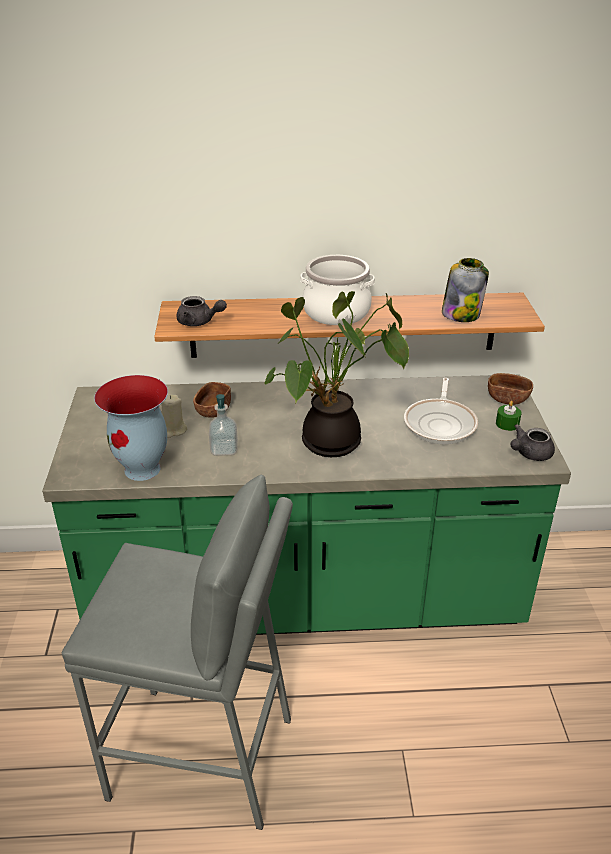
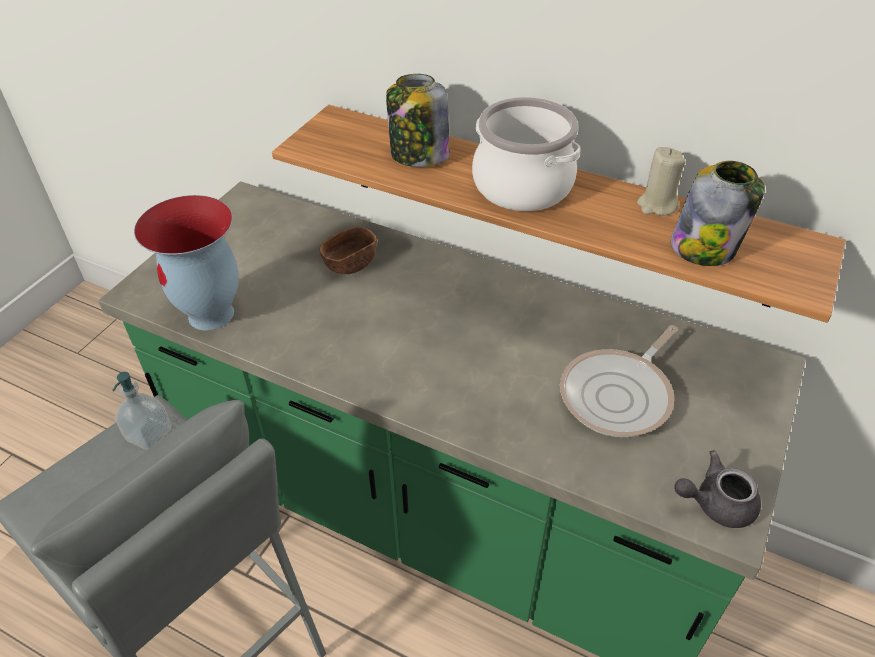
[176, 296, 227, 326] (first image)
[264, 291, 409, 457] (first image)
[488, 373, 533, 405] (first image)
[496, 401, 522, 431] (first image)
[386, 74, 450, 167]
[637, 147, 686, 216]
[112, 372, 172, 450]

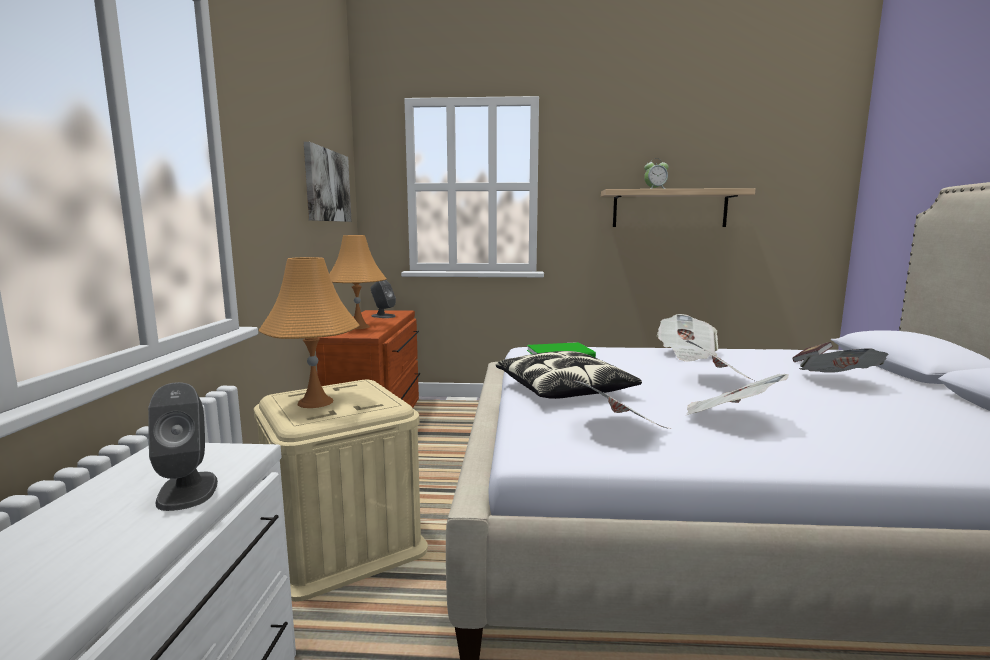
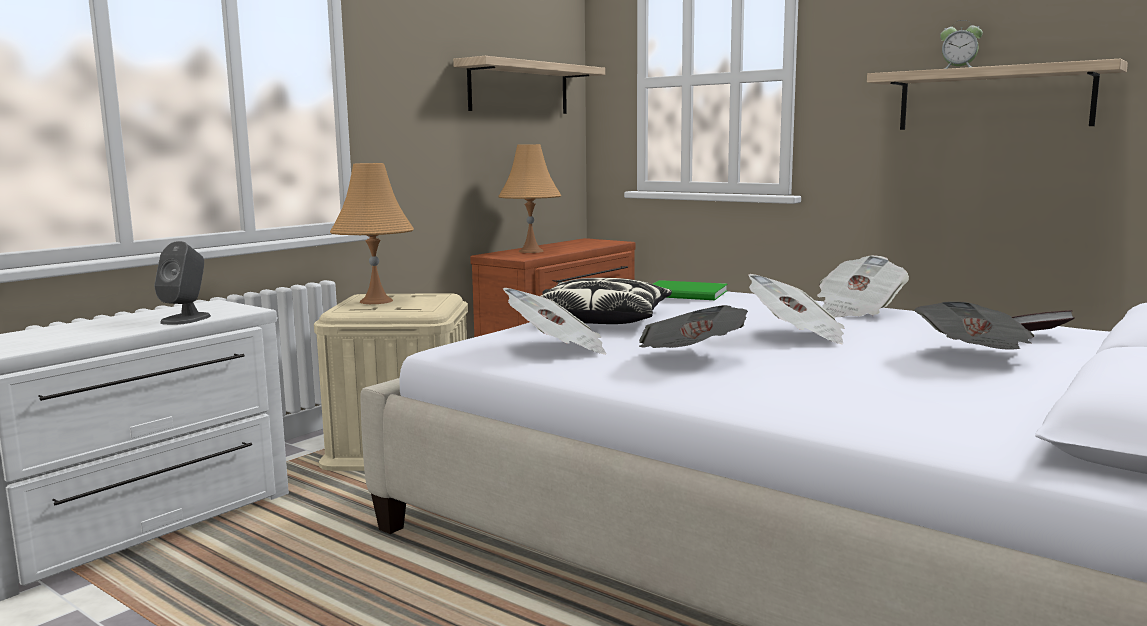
[370, 280, 396, 318] (first image)
[453, 56, 605, 114]

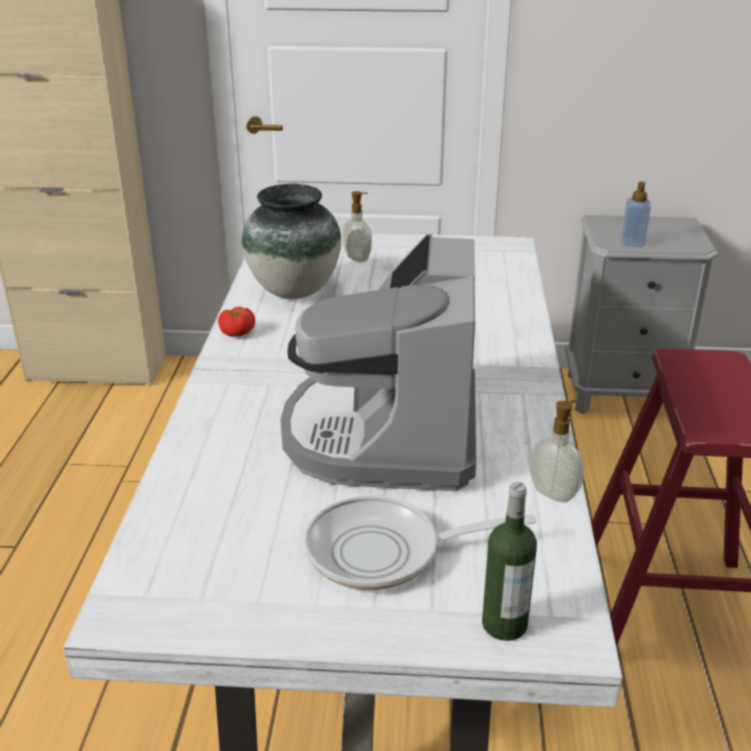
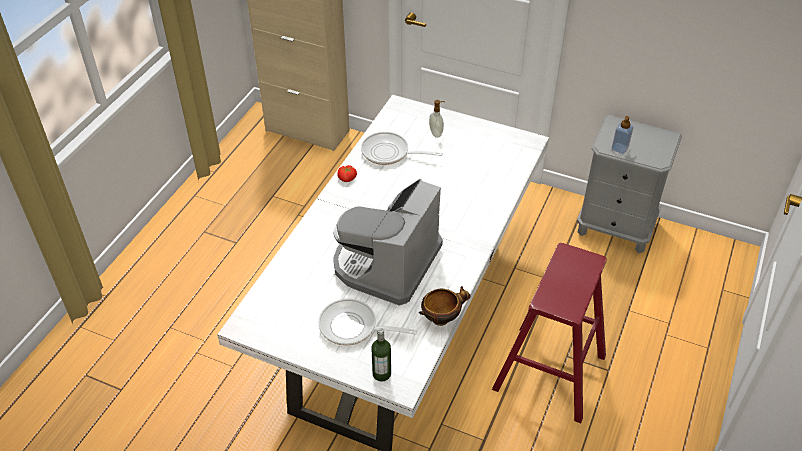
[361, 132, 443, 165]
[419, 286, 471, 326]

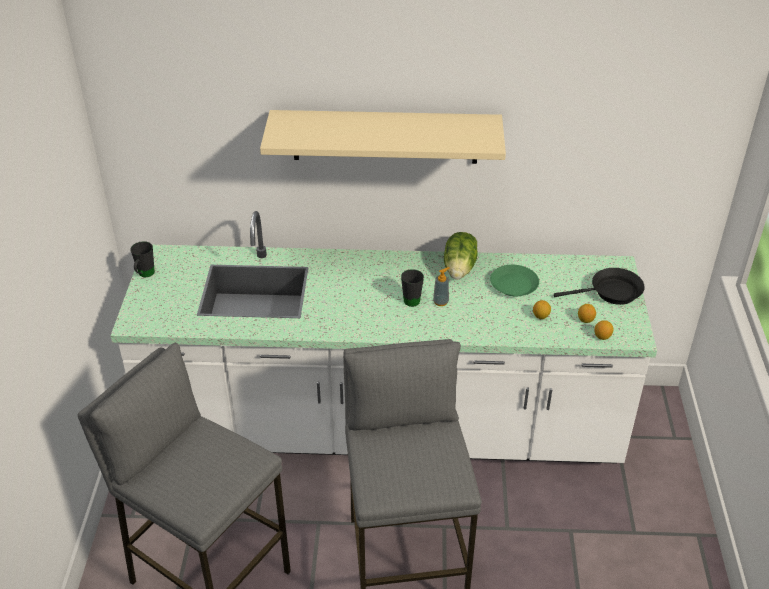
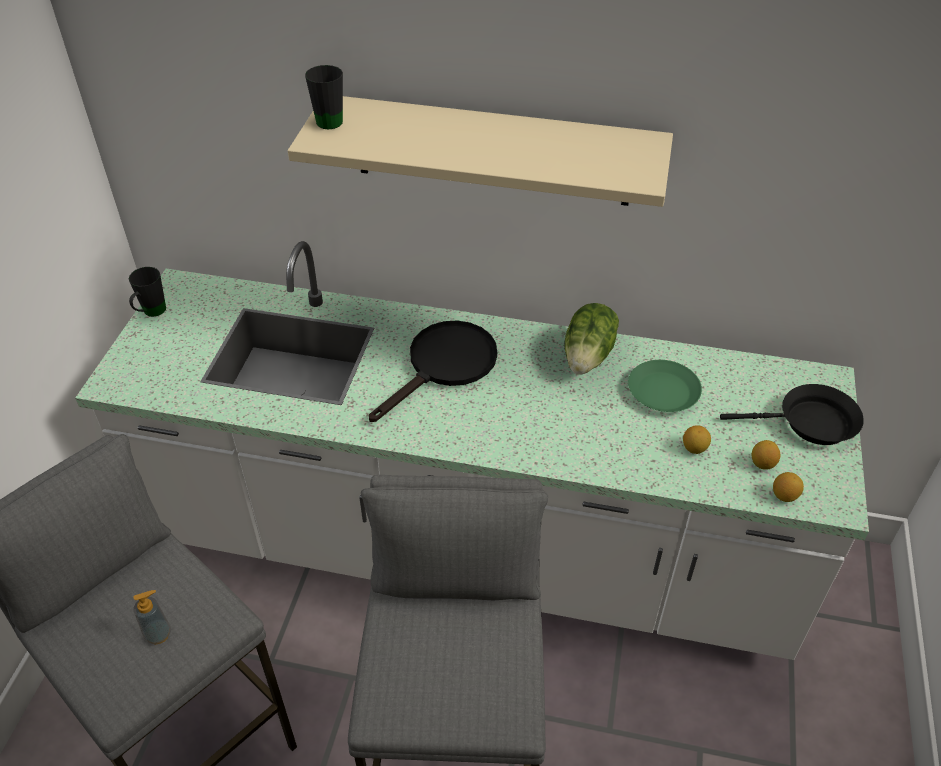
[369, 321, 497, 422]
[305, 65, 343, 129]
[133, 590, 171, 645]

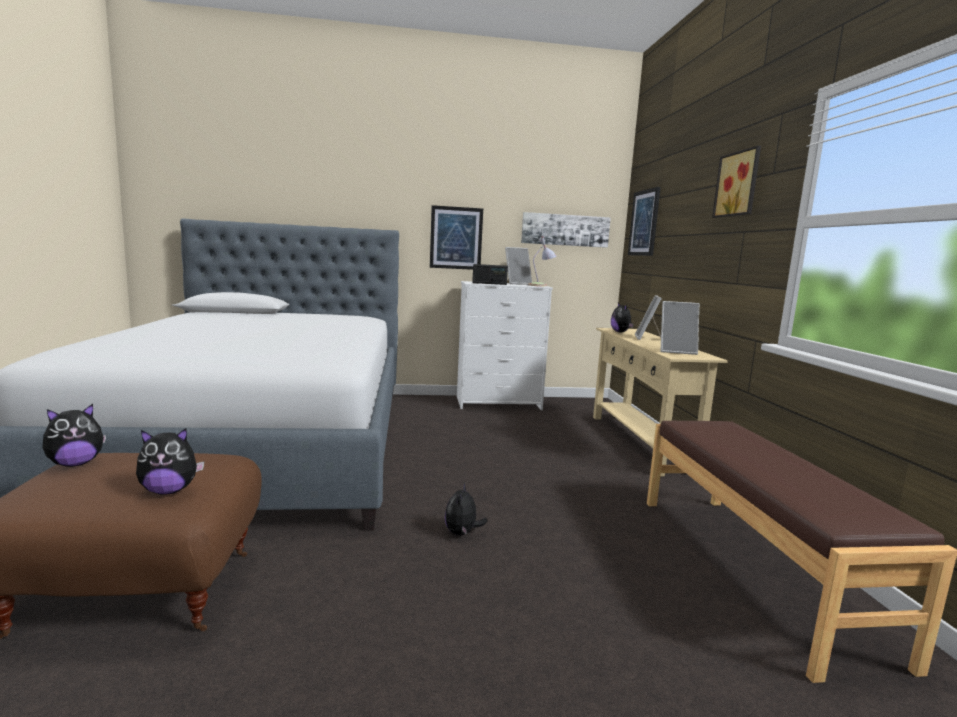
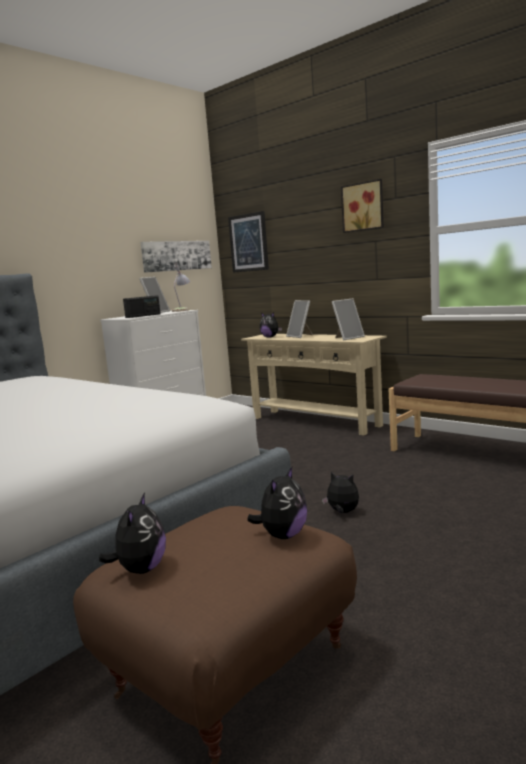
[430, 205, 483, 270] (first image)
[322, 472, 359, 513]

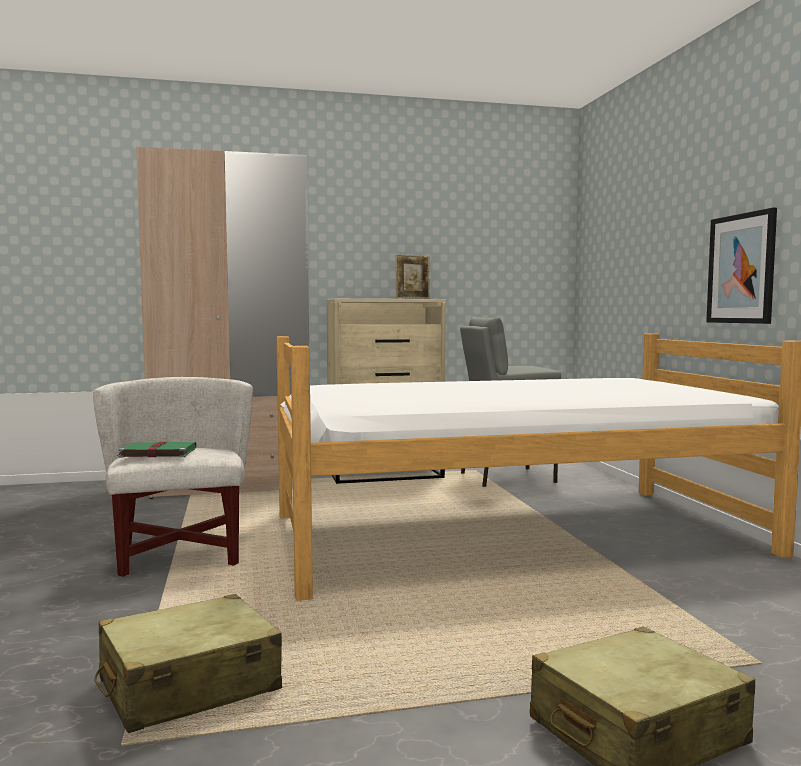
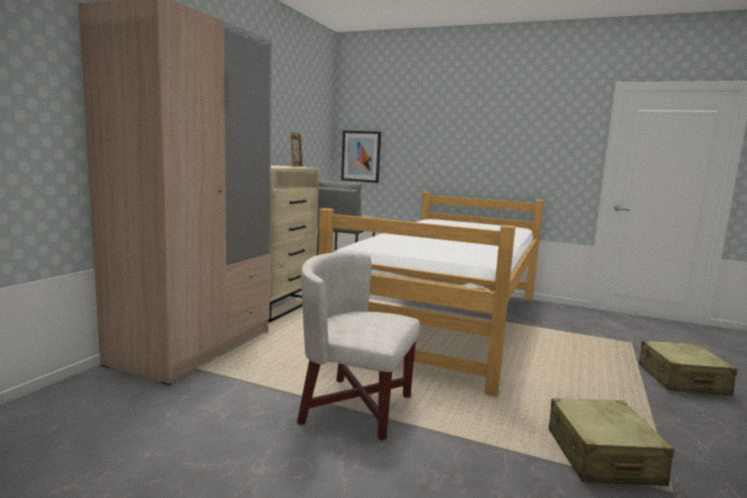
[116, 442, 196, 458] (first image)
[341, 131, 381, 183]

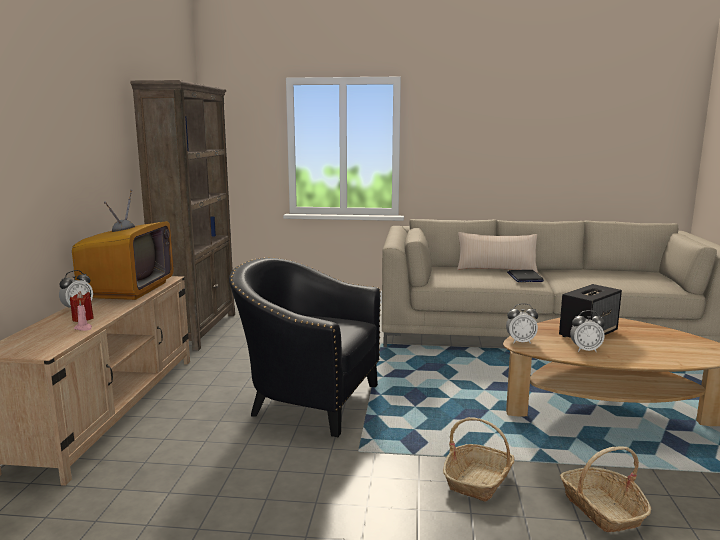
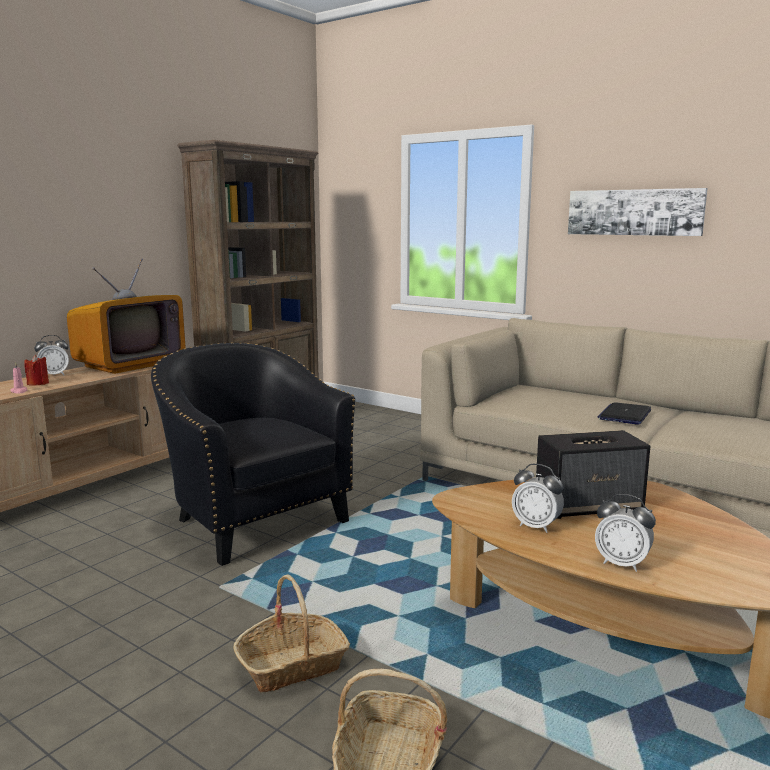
[457, 232, 538, 273] (first image)
[568, 188, 708, 236]
[595, 494, 656, 572]

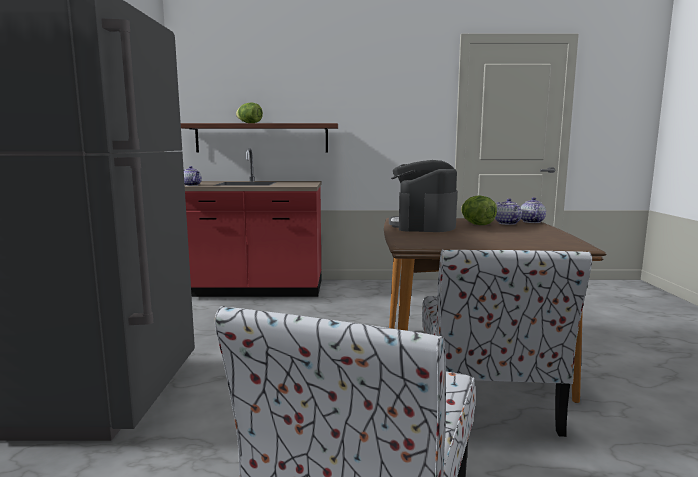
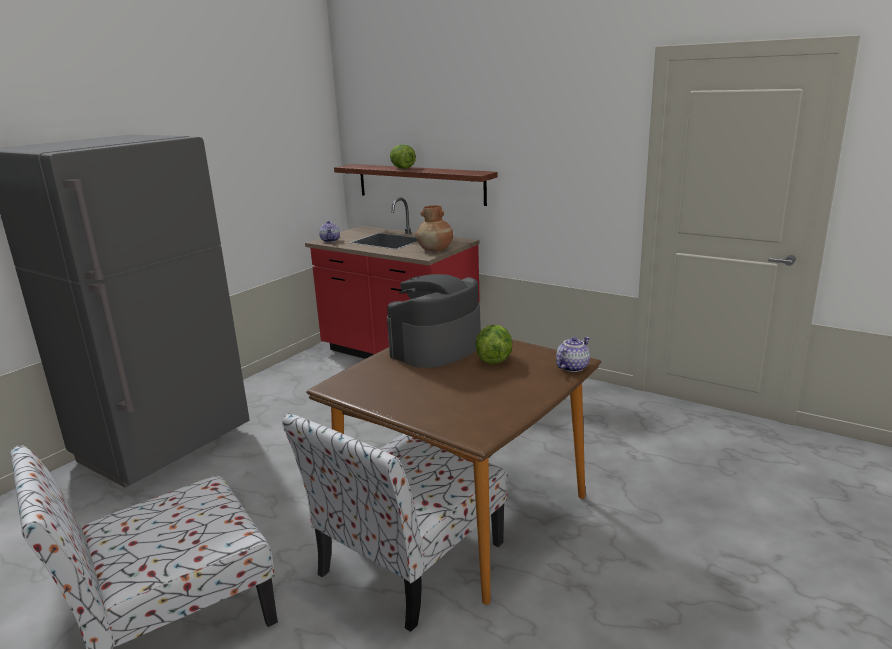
[495, 198, 522, 225] (first image)
[416, 205, 453, 251]

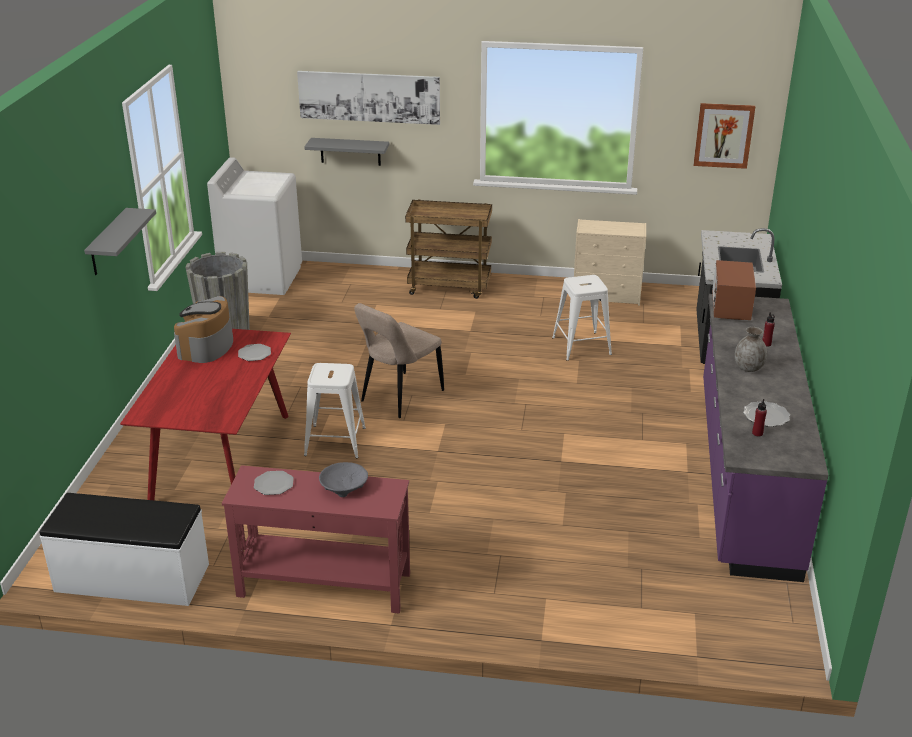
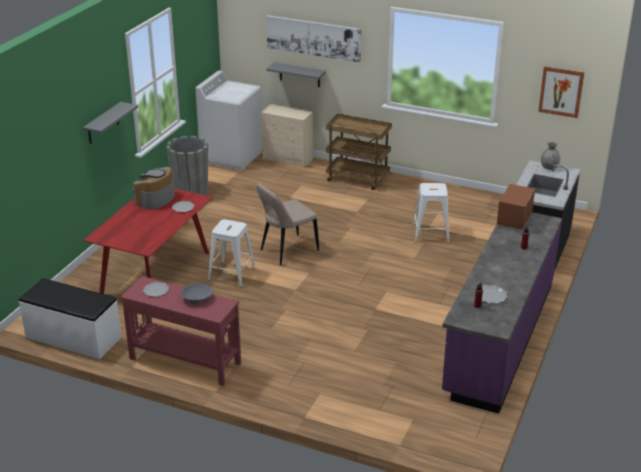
[261, 104, 313, 168]
[541, 142, 560, 170]

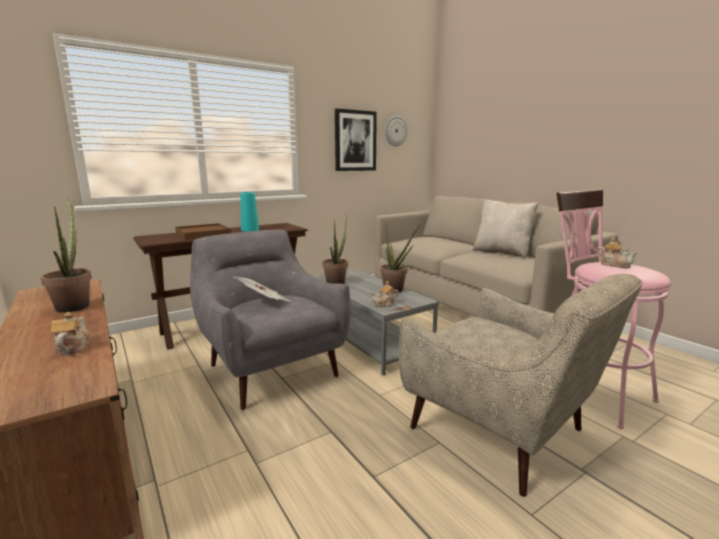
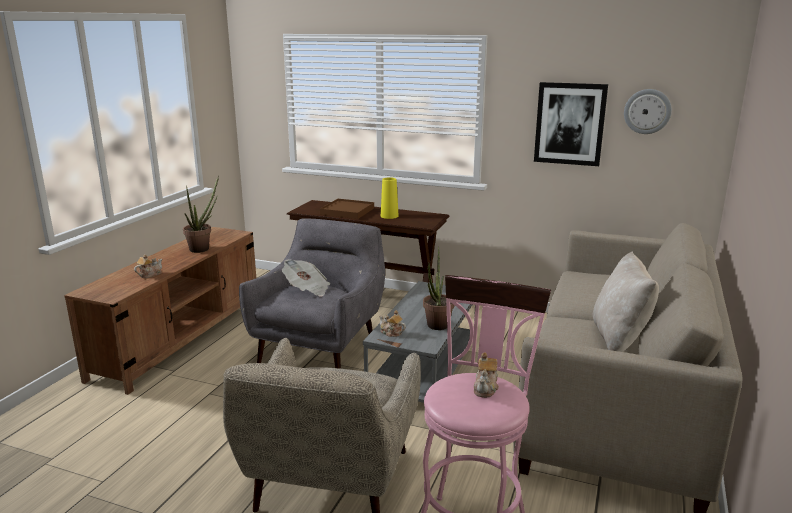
[322, 214, 348, 284] (first image)
[381, 177, 399, 219]

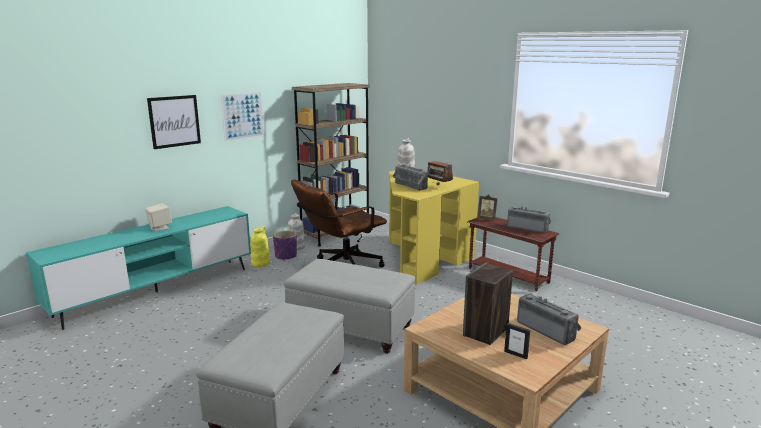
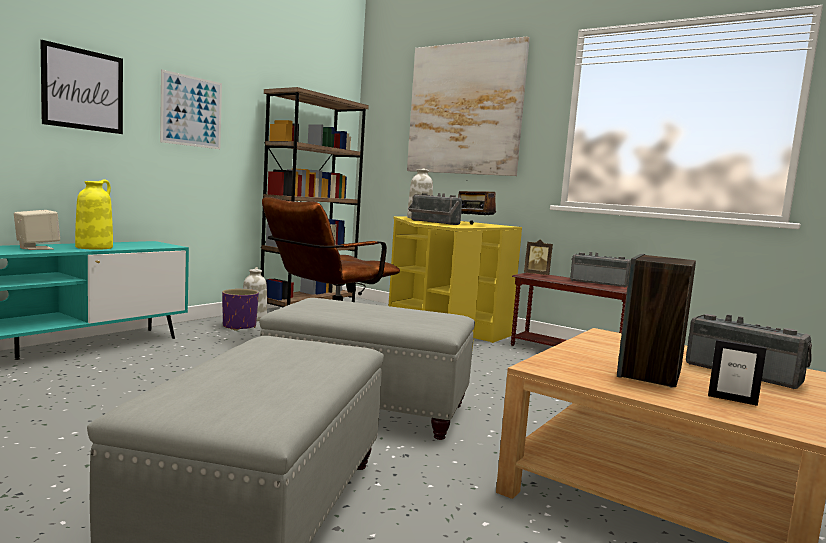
[407, 36, 530, 176]
[75, 179, 113, 250]

